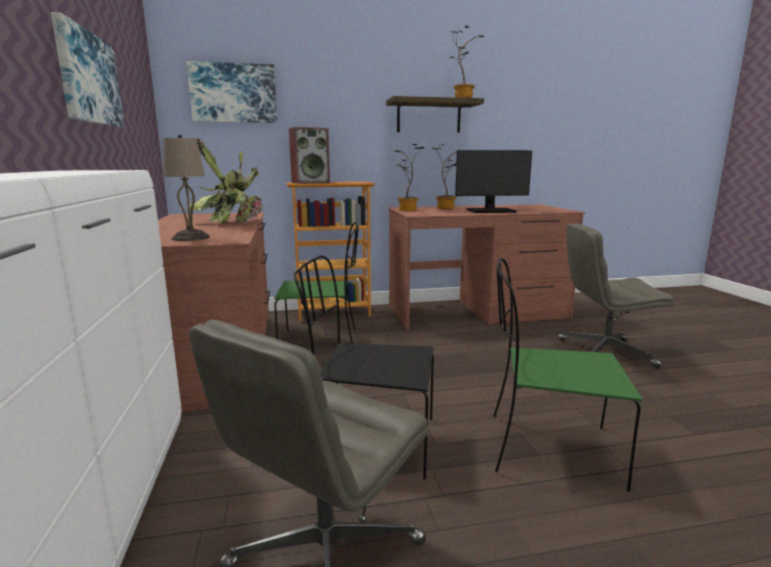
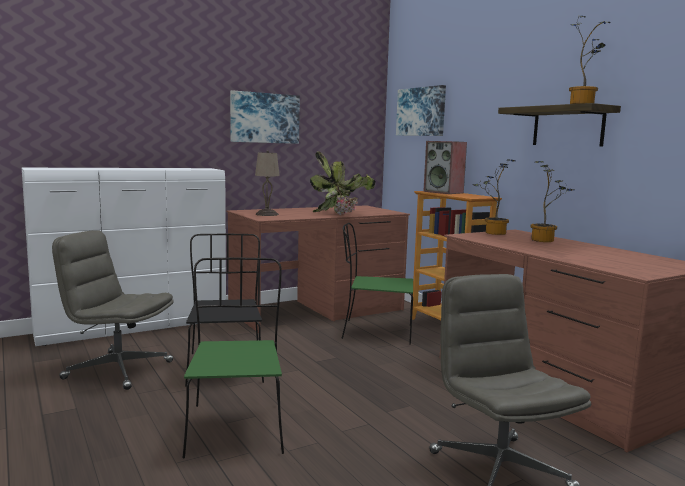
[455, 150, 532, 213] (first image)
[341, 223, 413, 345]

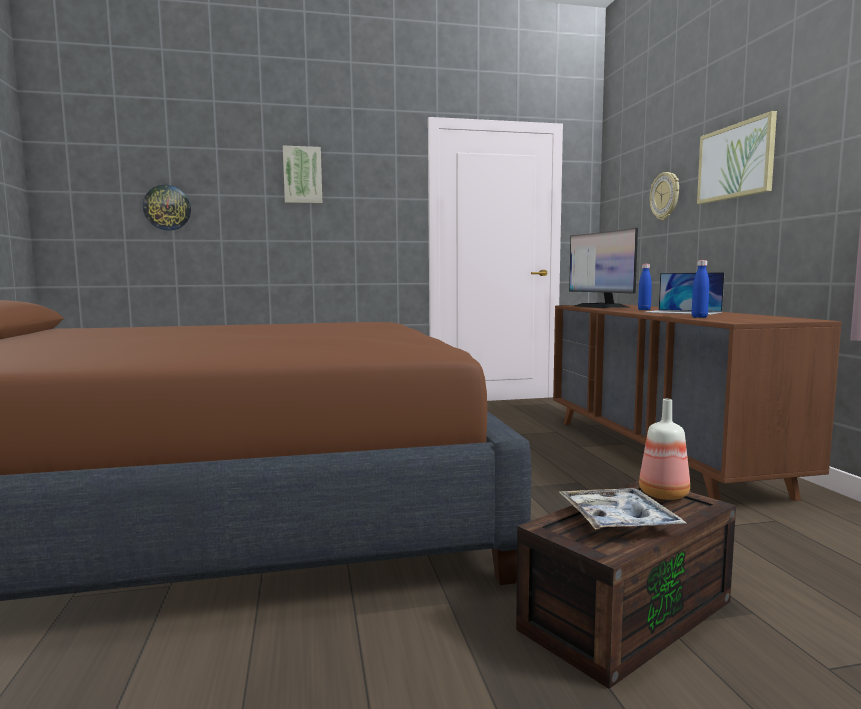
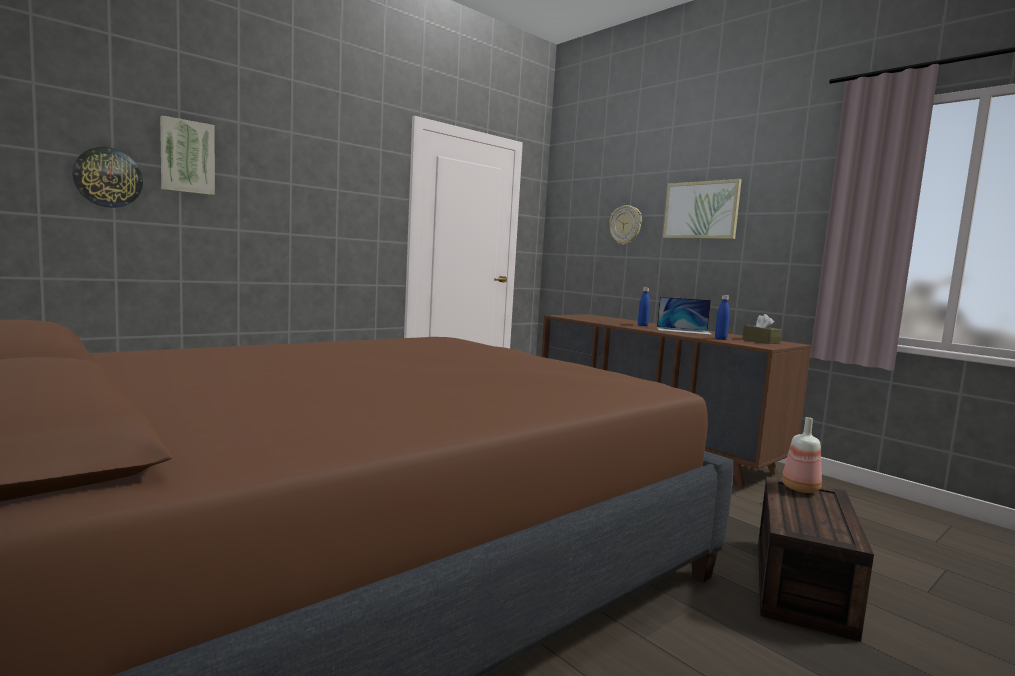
[559, 488, 687, 530] (first image)
[569, 228, 638, 308] (first image)
[742, 314, 782, 344]
[160, 116, 215, 195]

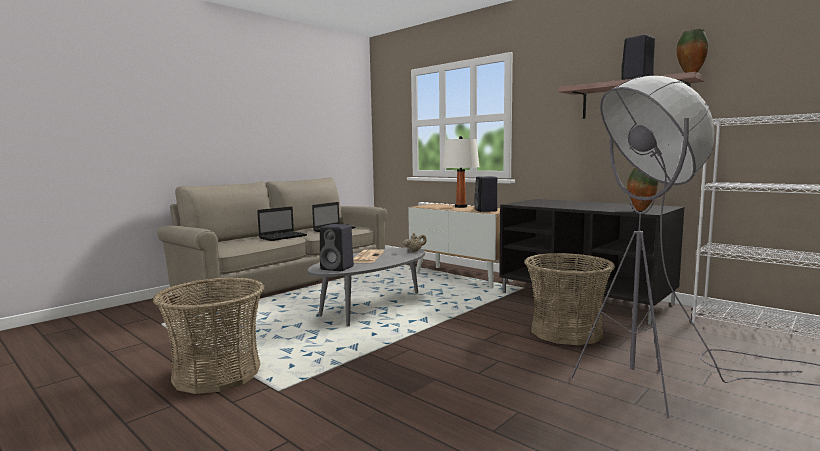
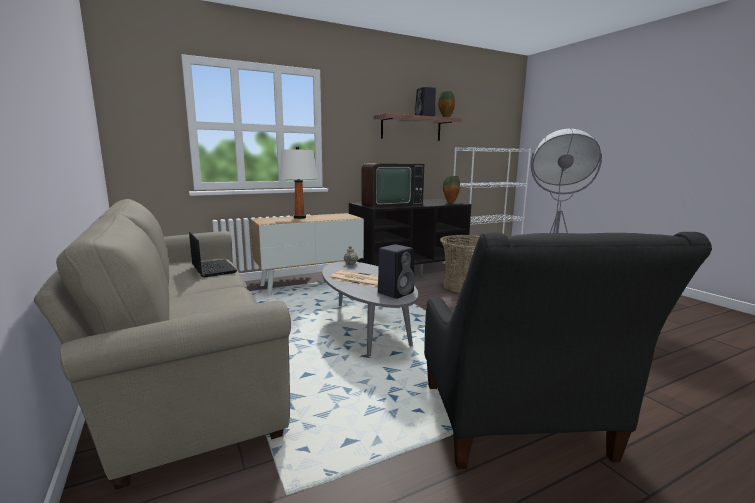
[257, 207, 307, 241] (first image)
[474, 176, 497, 212] (first image)
[361, 163, 424, 208]
[424, 232, 712, 469]

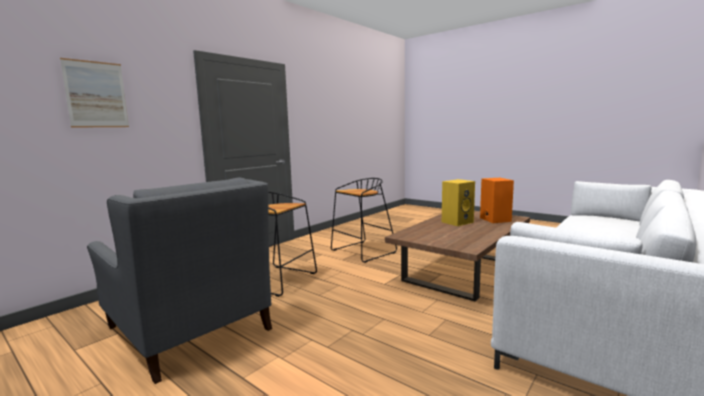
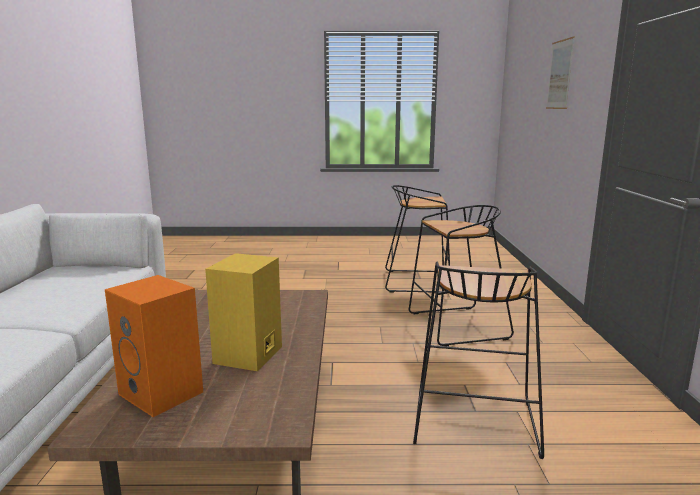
[385, 185, 450, 293]

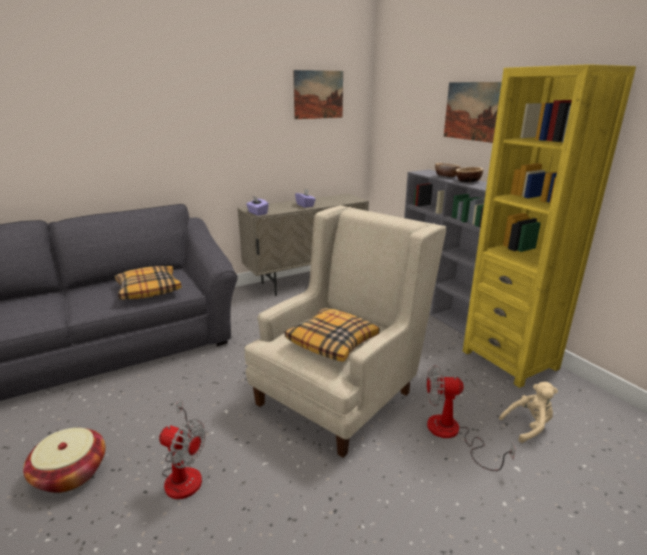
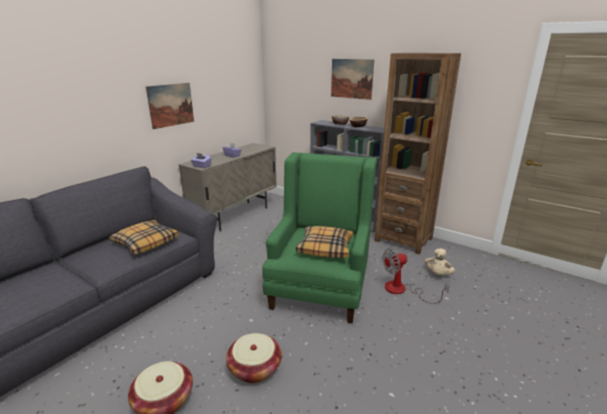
[146, 83, 194, 129]
[226, 333, 282, 383]
[262, 152, 377, 323]
[375, 53, 461, 254]
[425, 248, 455, 275]

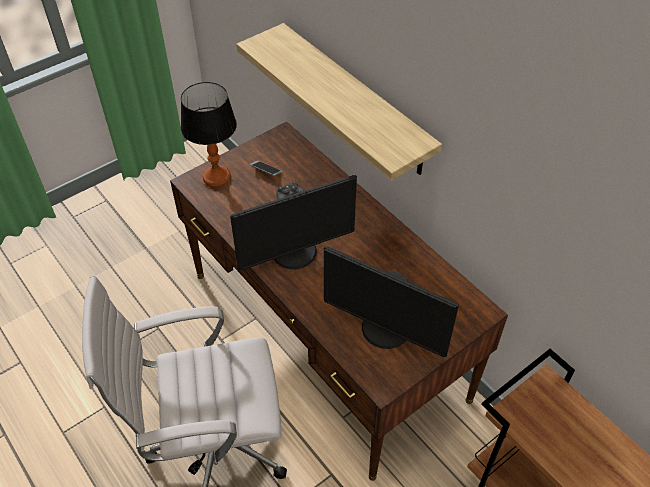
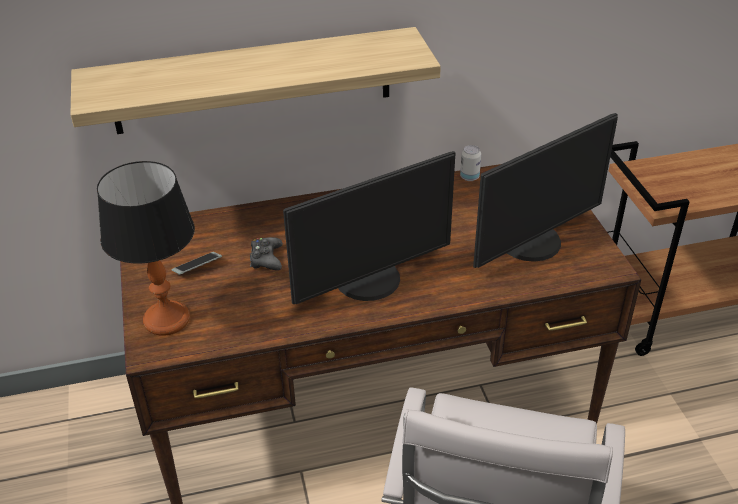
[460, 145, 481, 181]
[283, 151, 455, 305]

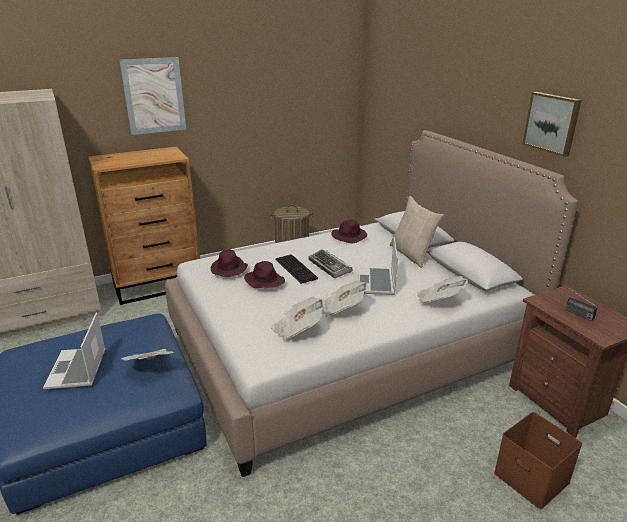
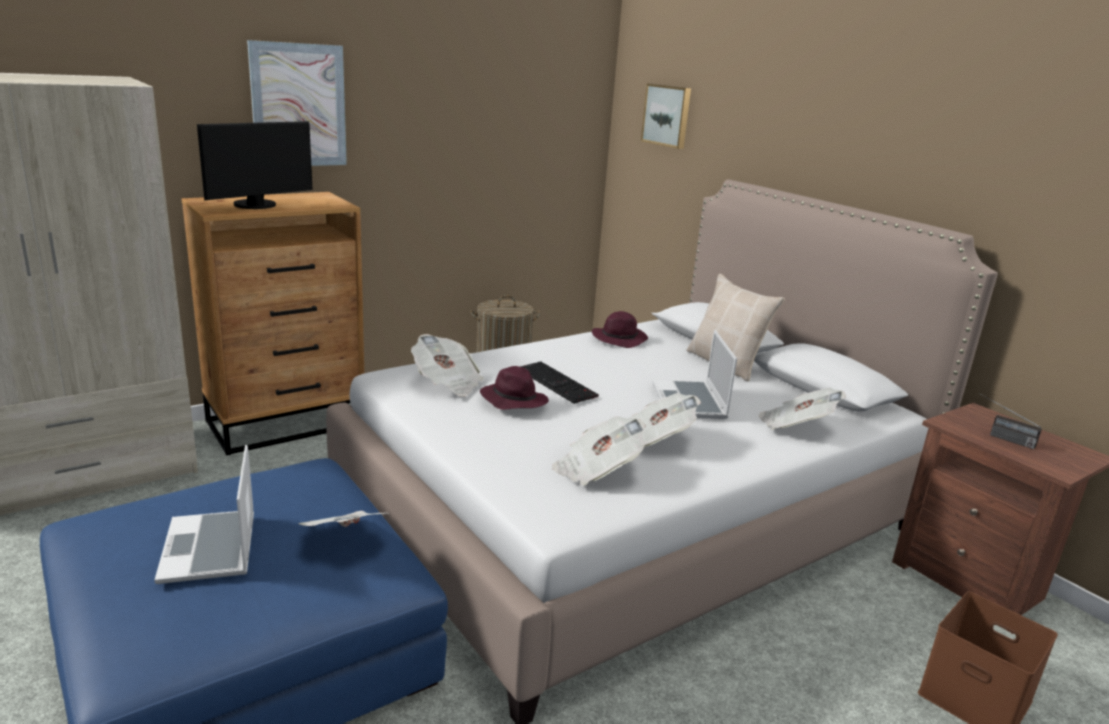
[309, 249, 353, 278] (first image)
[197, 121, 313, 209]
[641, 83, 691, 149]
[411, 334, 484, 397]

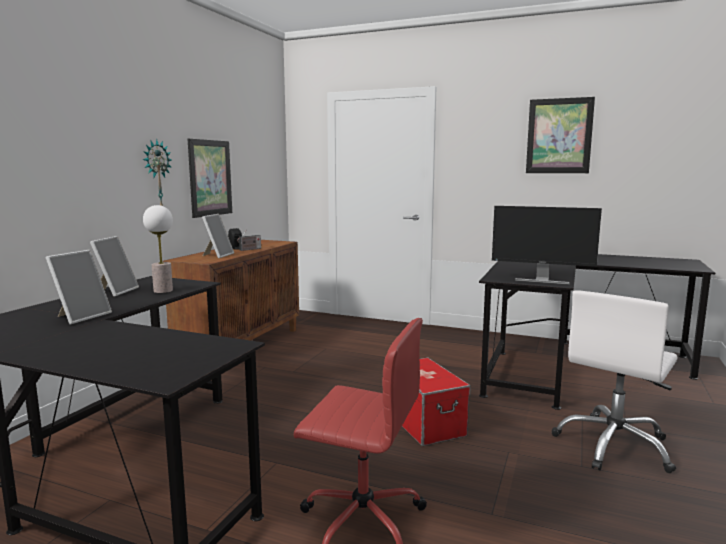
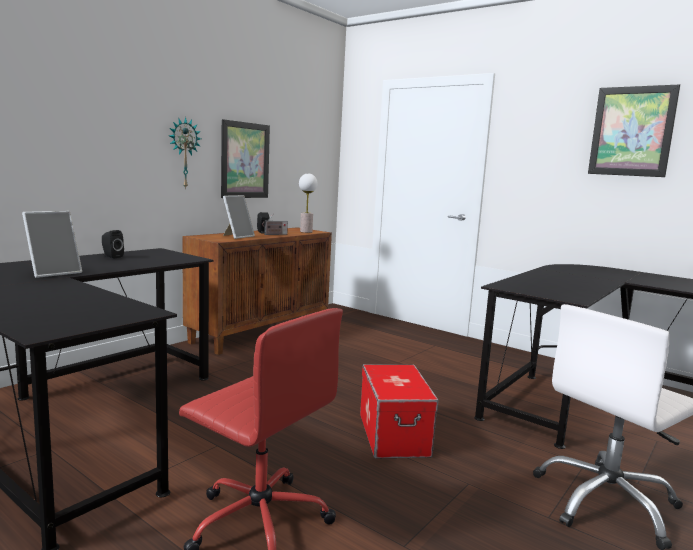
[492, 206, 602, 285] (first image)
[299, 173, 318, 233]
[102, 230, 124, 259]

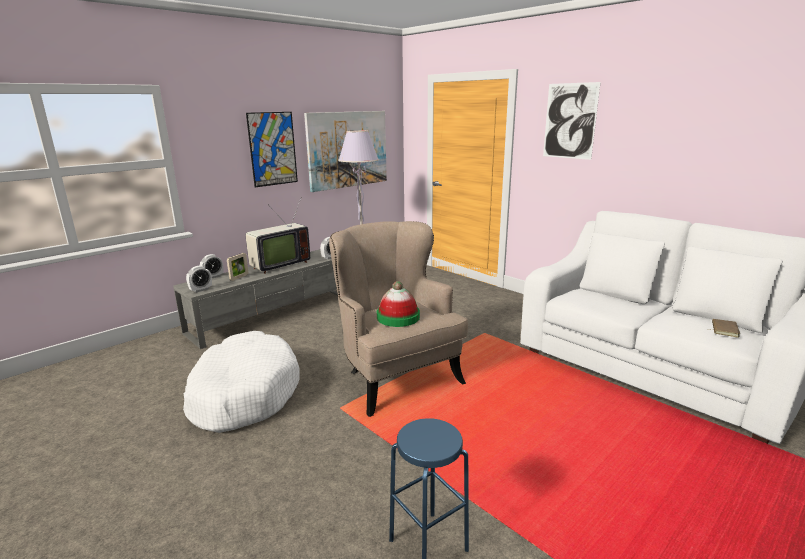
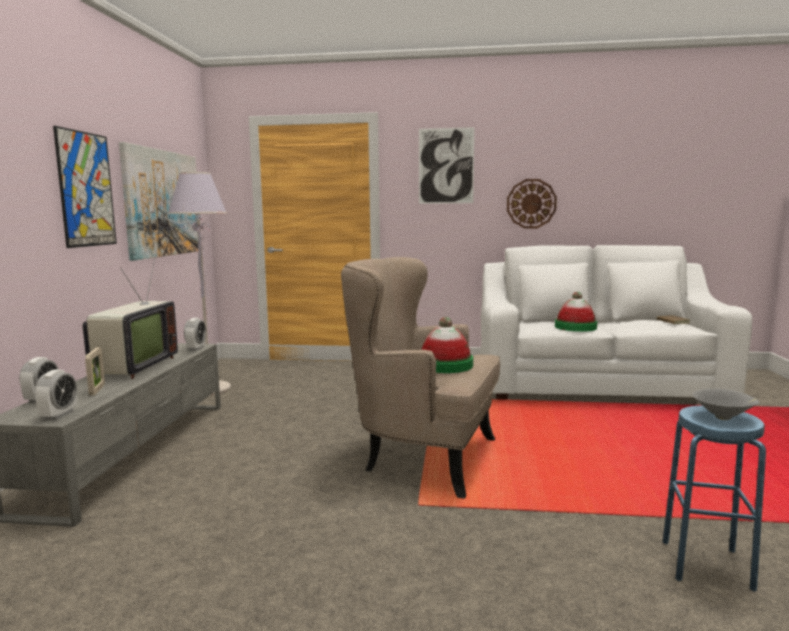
[183, 331, 300, 433] (first image)
[507, 179, 557, 228]
[555, 292, 597, 332]
[693, 388, 760, 420]

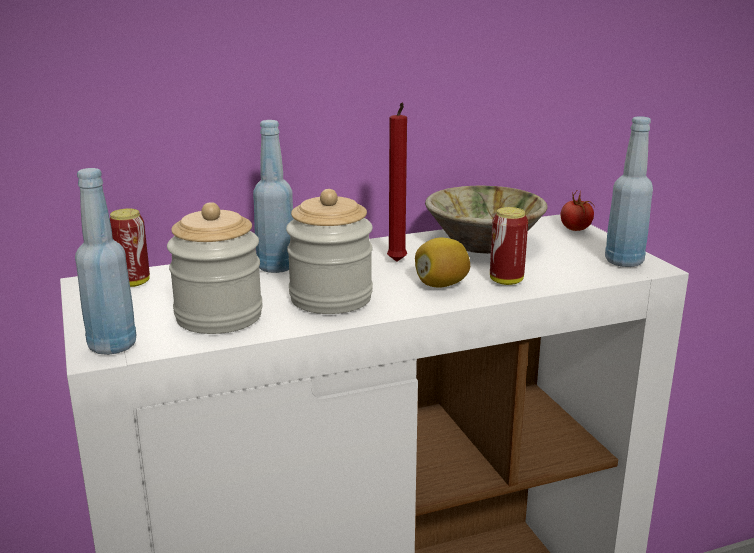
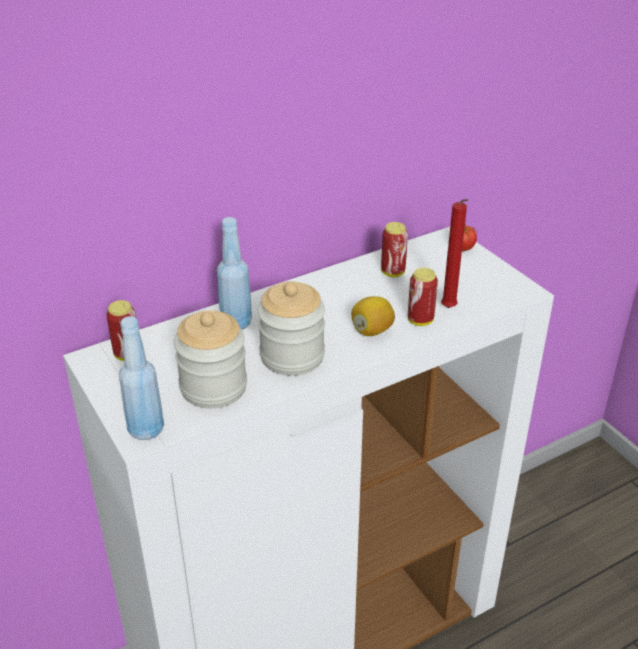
[605, 116, 653, 267] (first image)
[441, 199, 468, 308]
[381, 222, 408, 277]

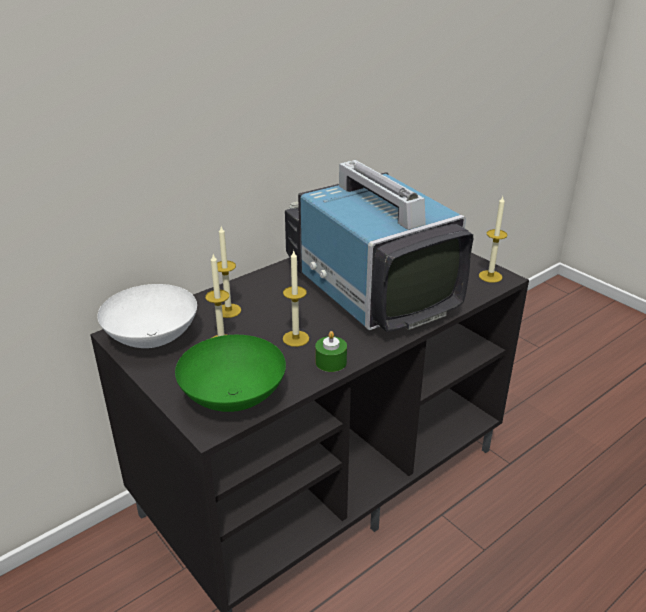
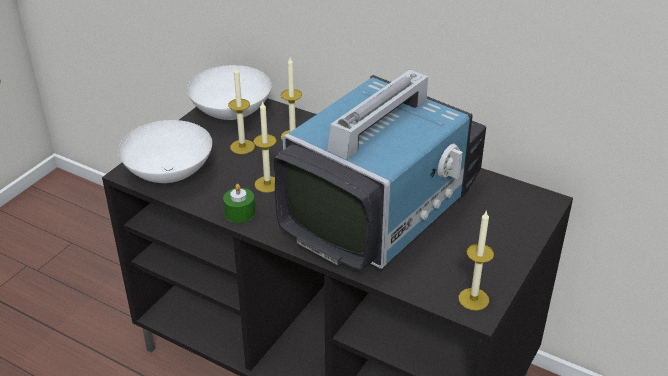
[118, 120, 212, 183]

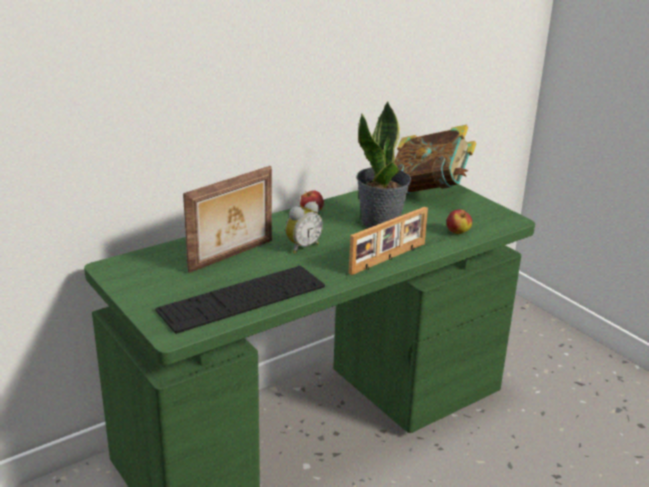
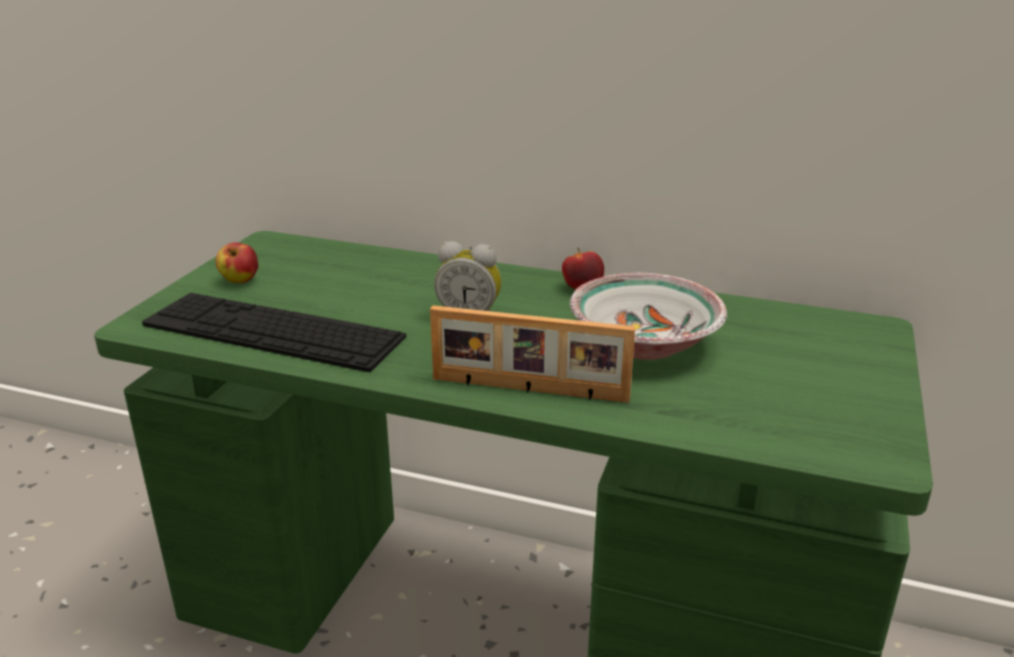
[183, 166, 272, 273] (first image)
[394, 125, 476, 194] (first image)
[216, 242, 258, 283]
[570, 272, 727, 360]

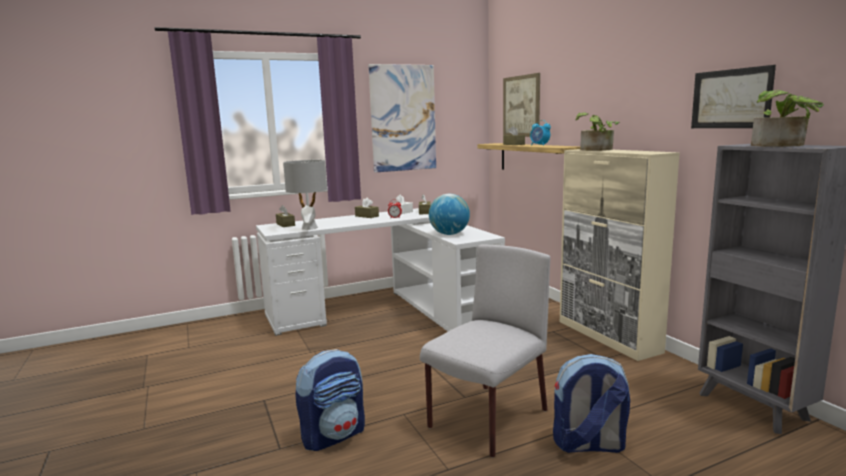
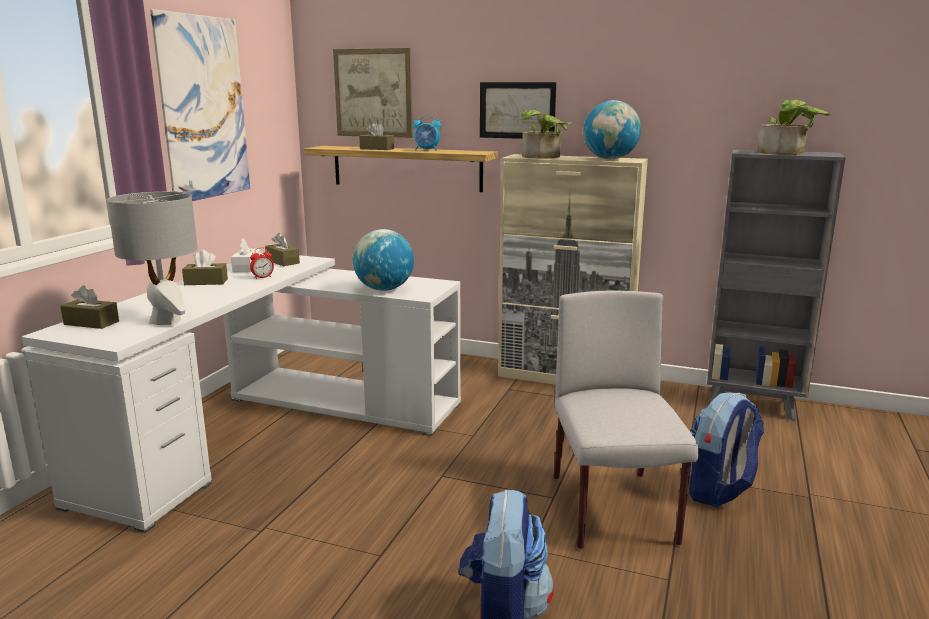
[583, 100, 641, 159]
[480, 82, 556, 139]

